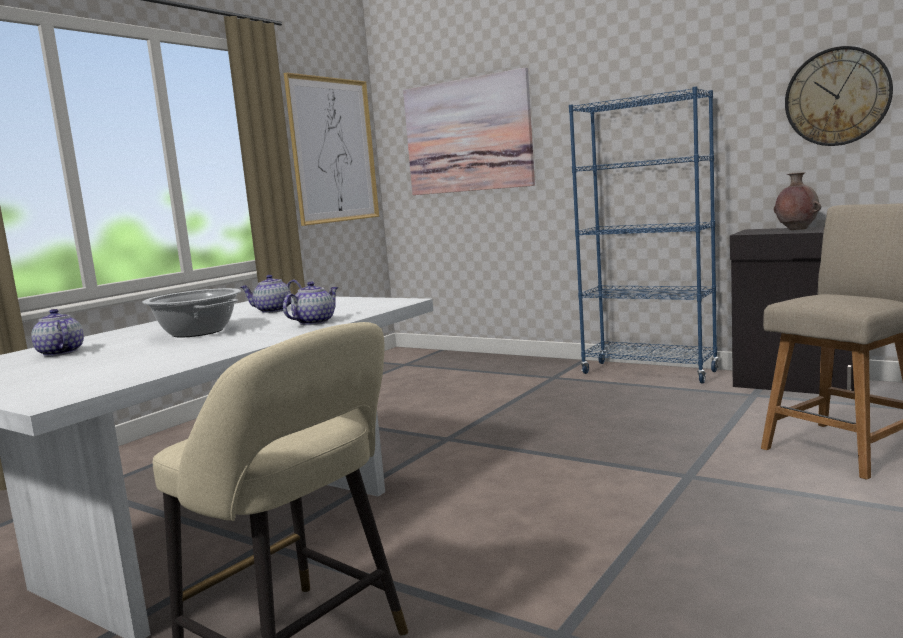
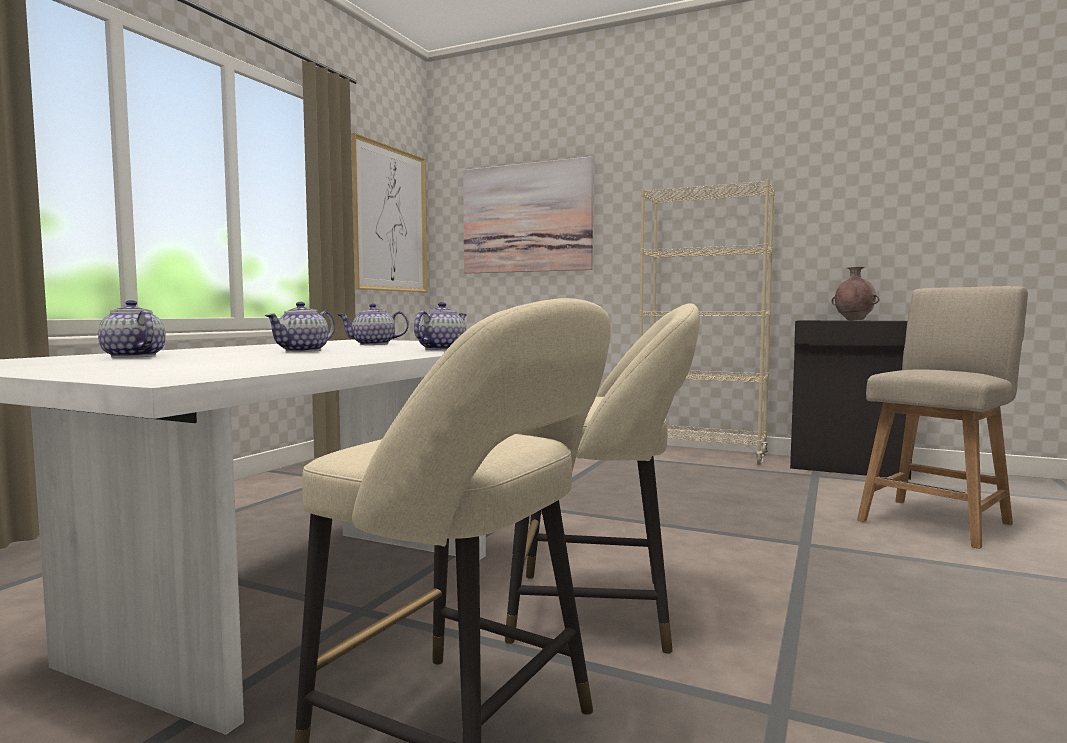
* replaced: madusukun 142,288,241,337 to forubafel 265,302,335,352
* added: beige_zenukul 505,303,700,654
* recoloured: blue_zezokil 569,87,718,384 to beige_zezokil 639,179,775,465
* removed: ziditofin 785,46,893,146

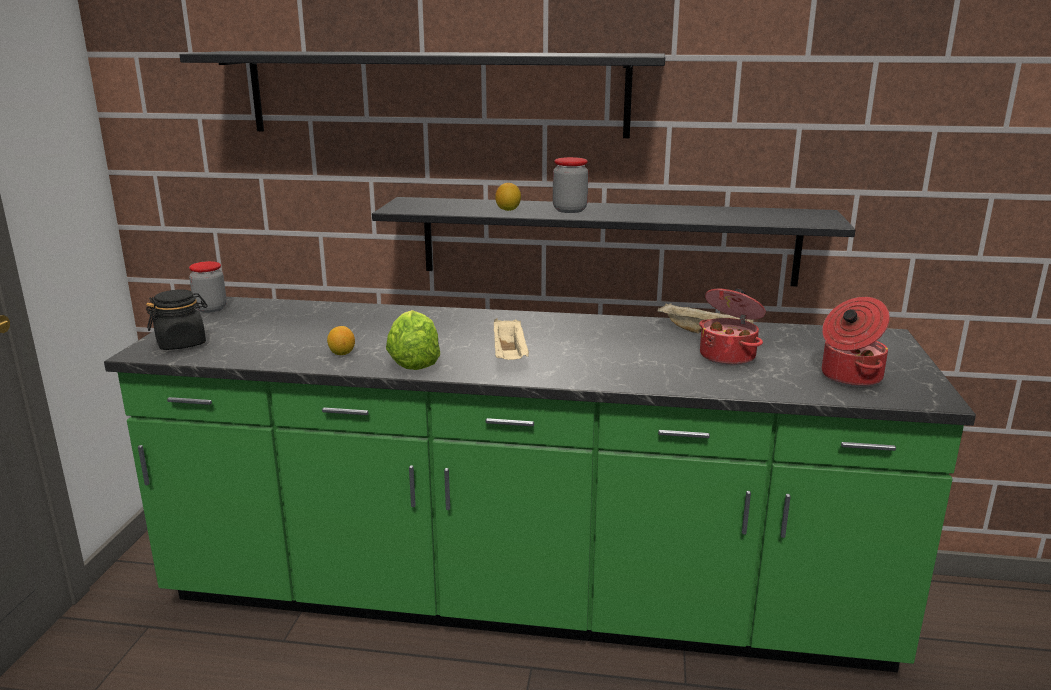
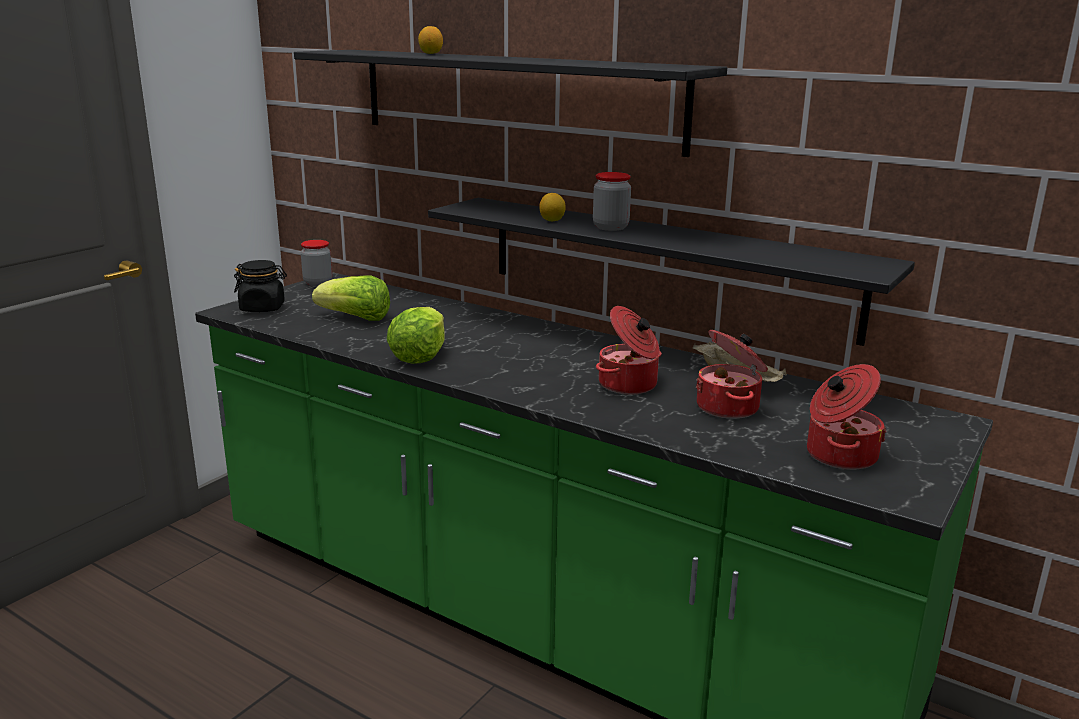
* added: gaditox 312,275,390,321
* moved: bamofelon 327,326,355,355 to 418,26,443,54
* added: madusukun 596,306,662,395
* removed: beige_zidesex 494,318,530,360

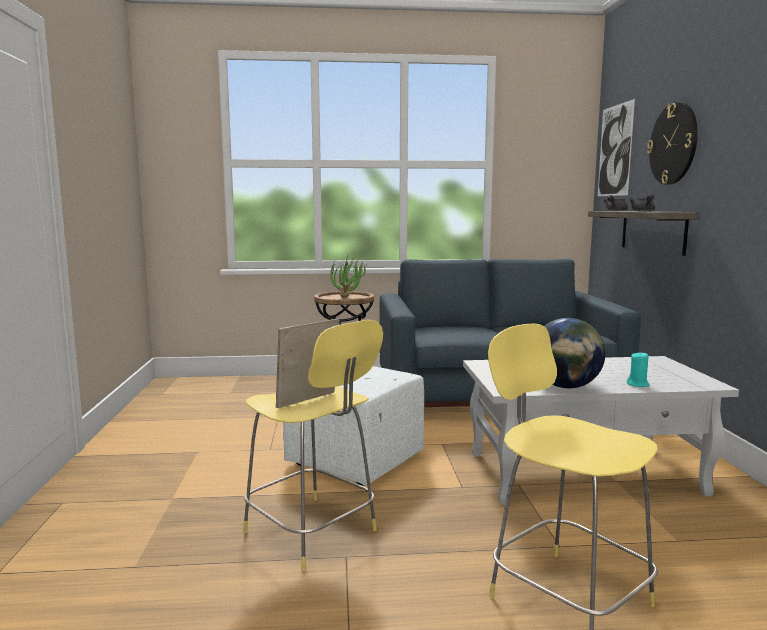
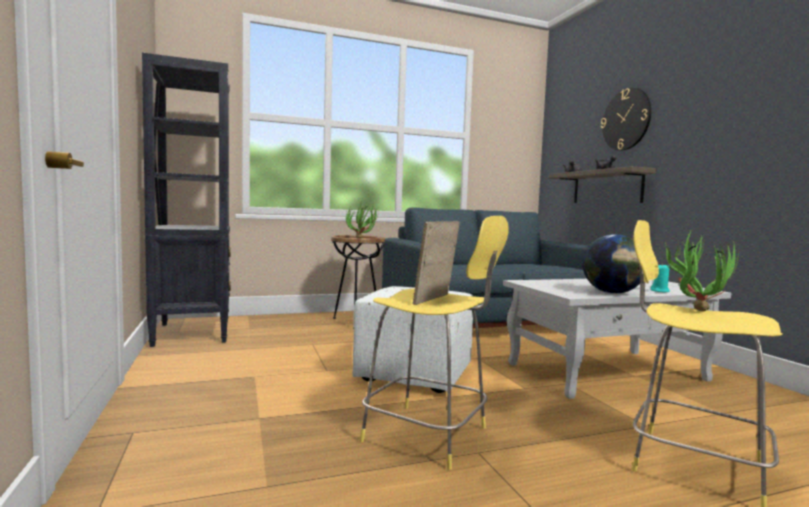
* added: black_zezokil 142,53,231,347
* added: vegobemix 659,229,739,312
* removed: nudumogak 598,99,635,196

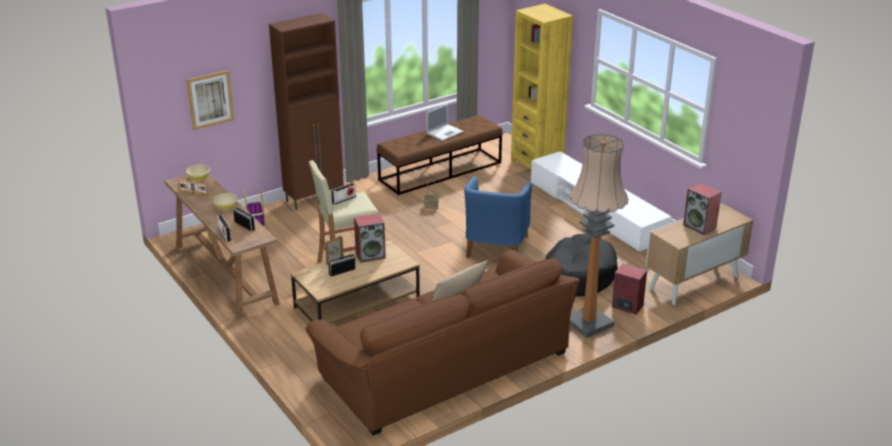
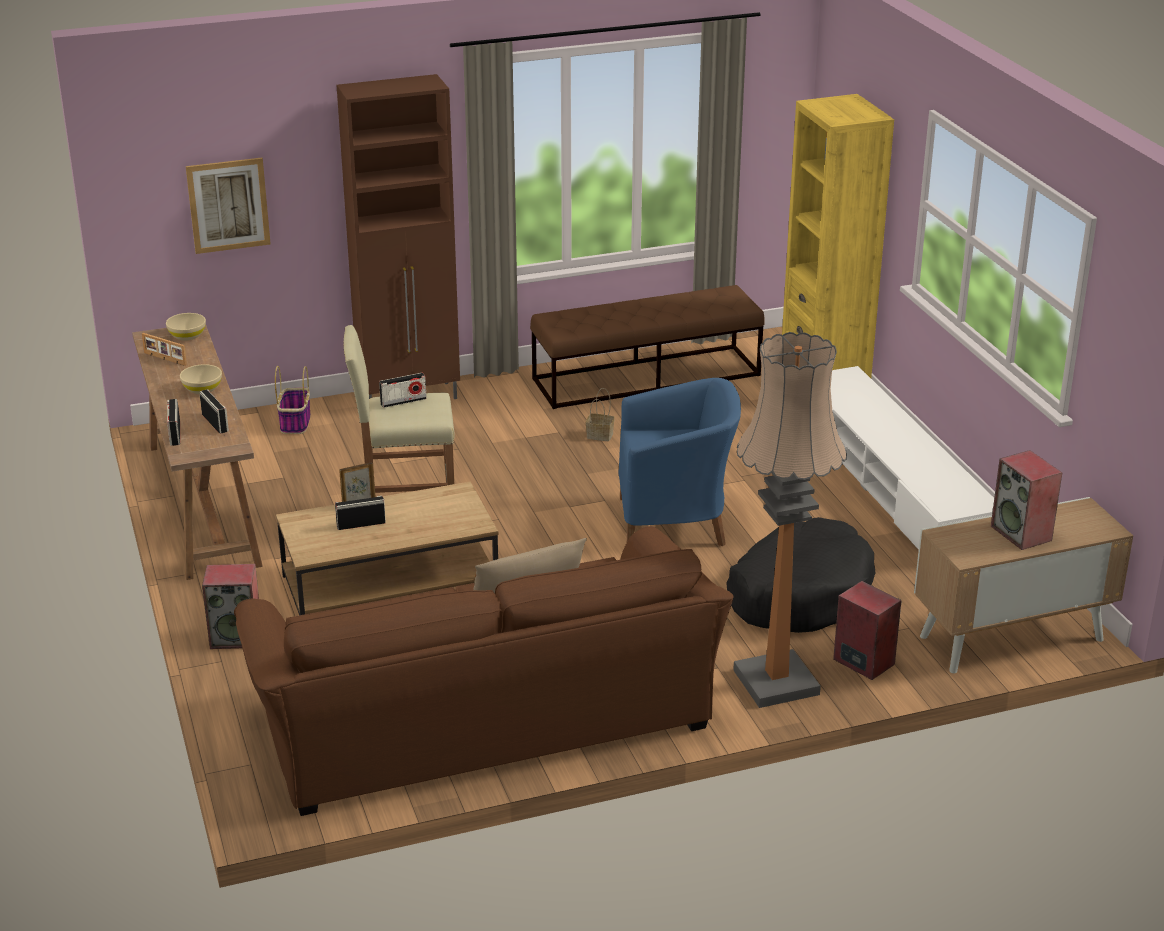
* moved: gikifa 354,213,386,263 to 202,564,259,649
* turned: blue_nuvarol 464,176,532,258 = 618,378,741,546 120 degrees counterclockwise
* removed: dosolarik 426,104,464,141

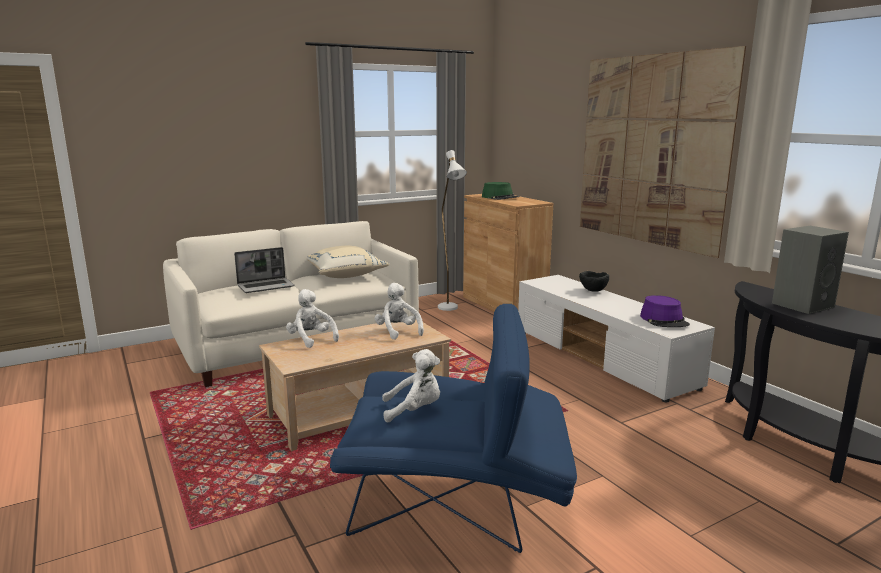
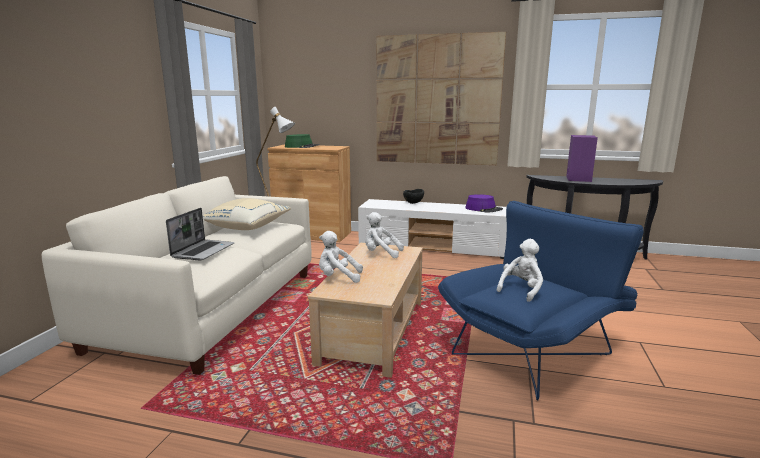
* recoloured: grey_gikifa 772,226,849,314 to purple_gikifa 566,135,598,182

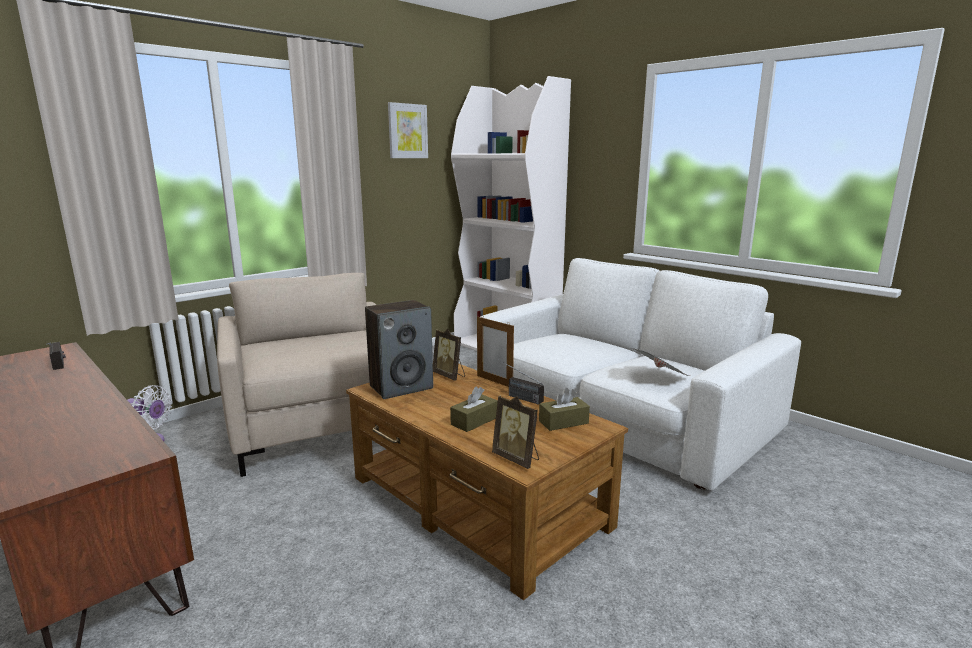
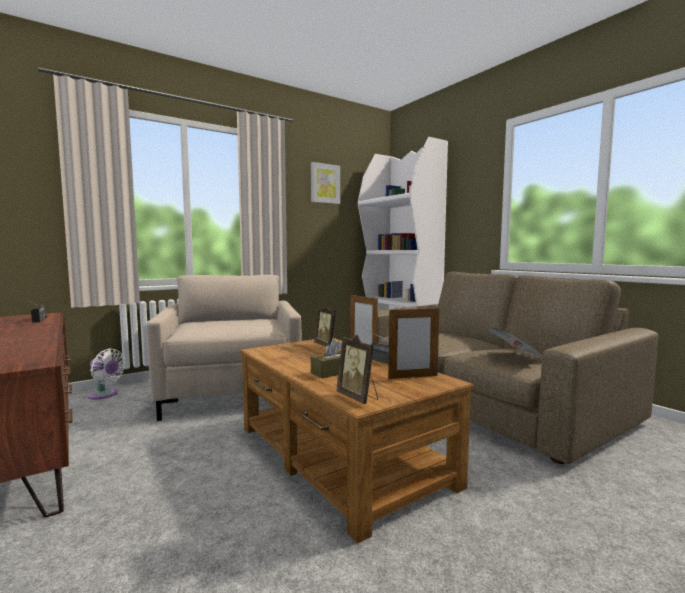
* recoloured: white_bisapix 480,258,801,490 to brown_bisapix 377,272,658,464
* replaced: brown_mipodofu 539,388,590,431 to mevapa 388,306,439,379
* removed: gikifa 365,300,433,399

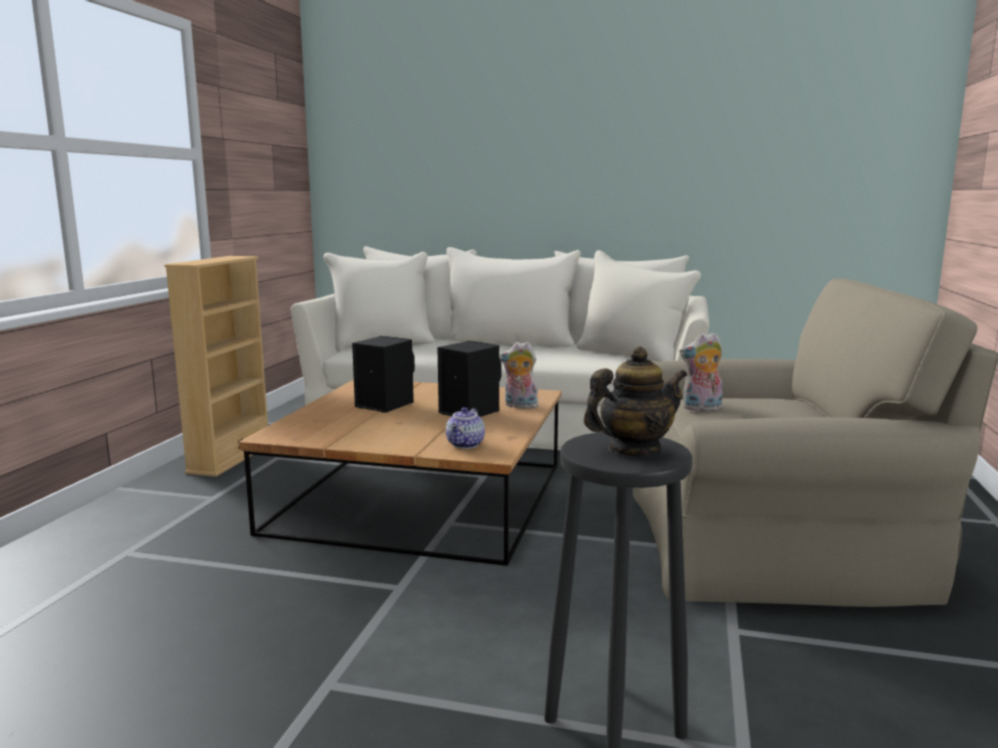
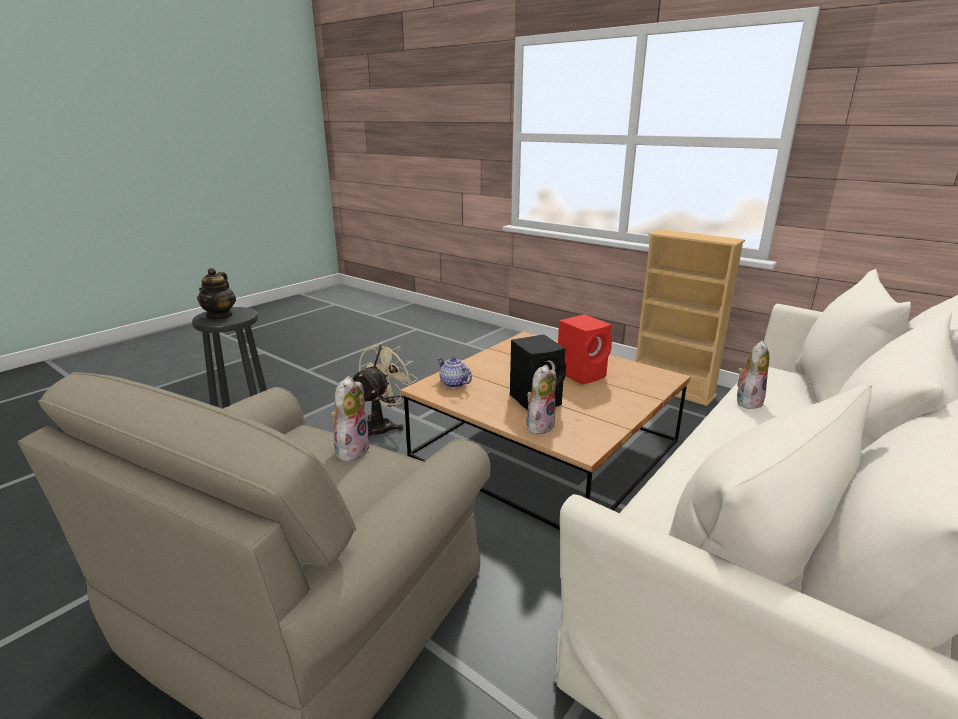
* added: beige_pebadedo 353,342,418,436
* recoloured: black_gikifa 352,336,415,413 to red_gikifa 558,314,612,385
* added: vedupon 737,341,769,409

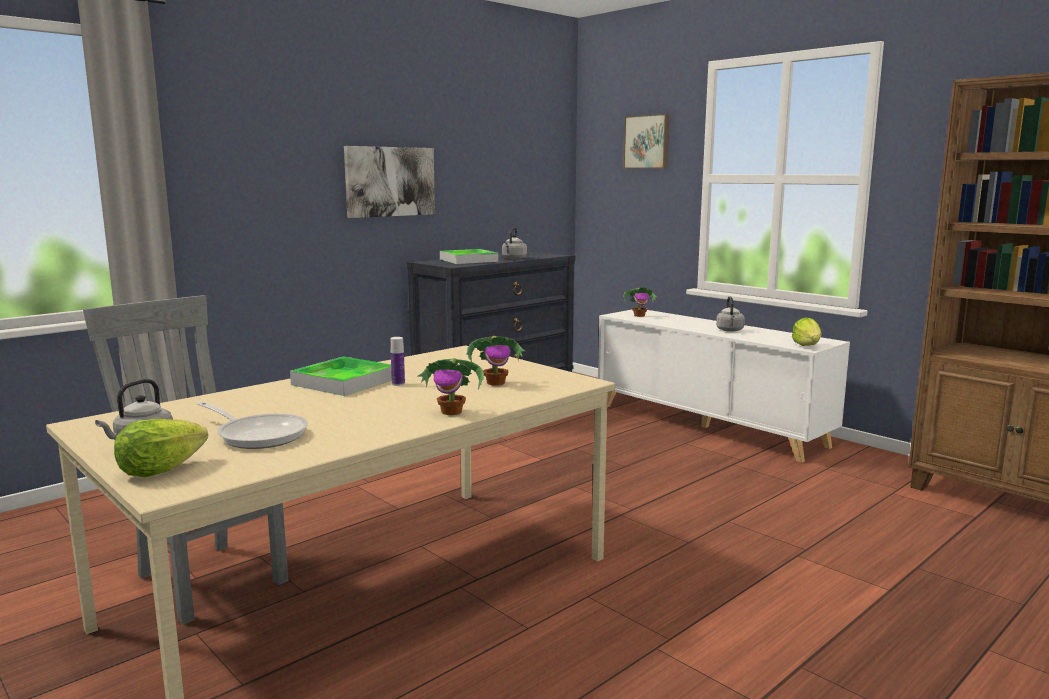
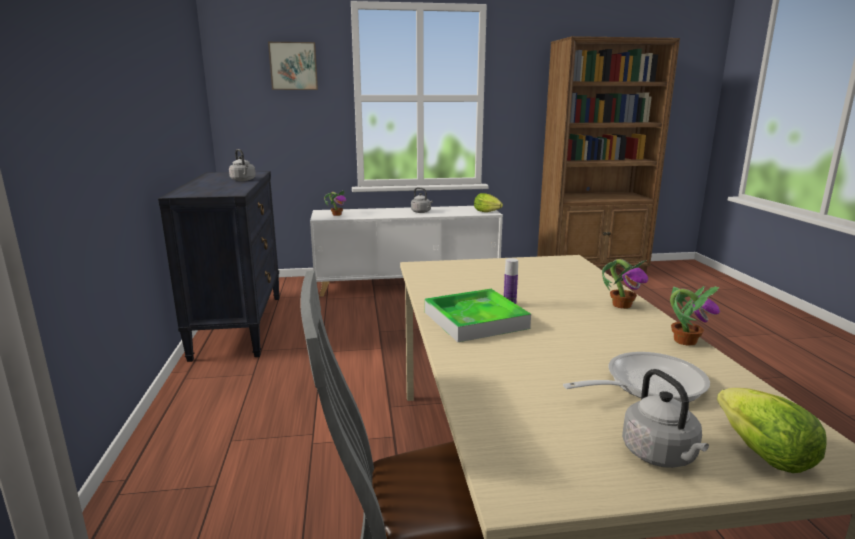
* moved: vegobemix 466,336,525,386 to 670,286,720,346
* removed: nudumogak 344,146,435,218
* removed: zidesex 440,249,498,264

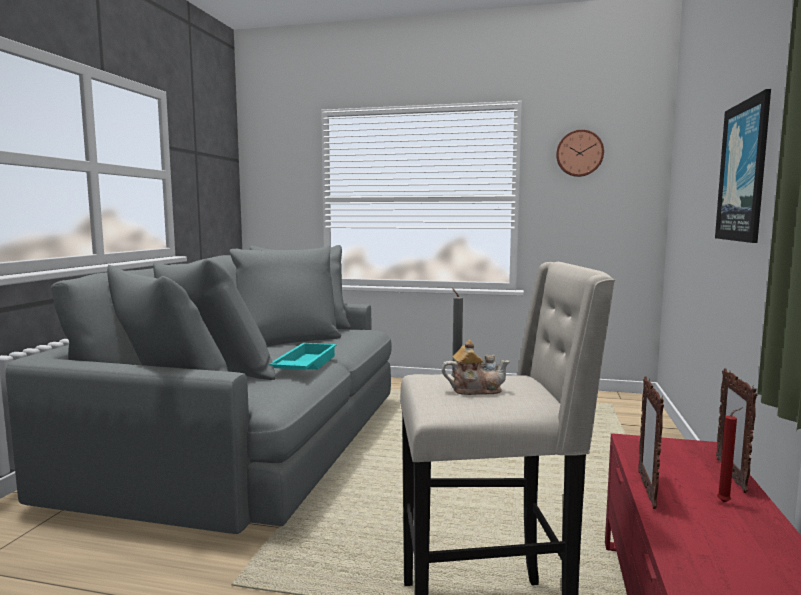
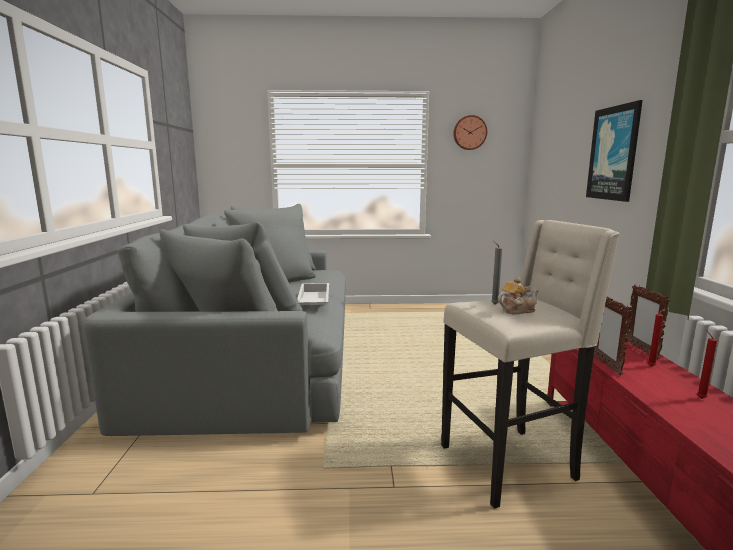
* recoloured: turquoise_zidesex 269,343,337,370 to white_zidesex 297,283,329,305
* added: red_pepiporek 697,330,717,399

